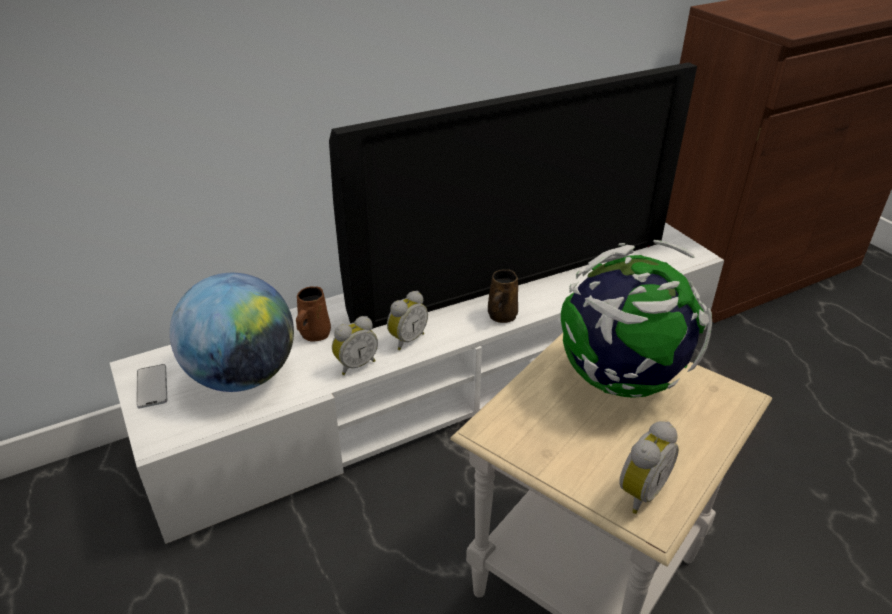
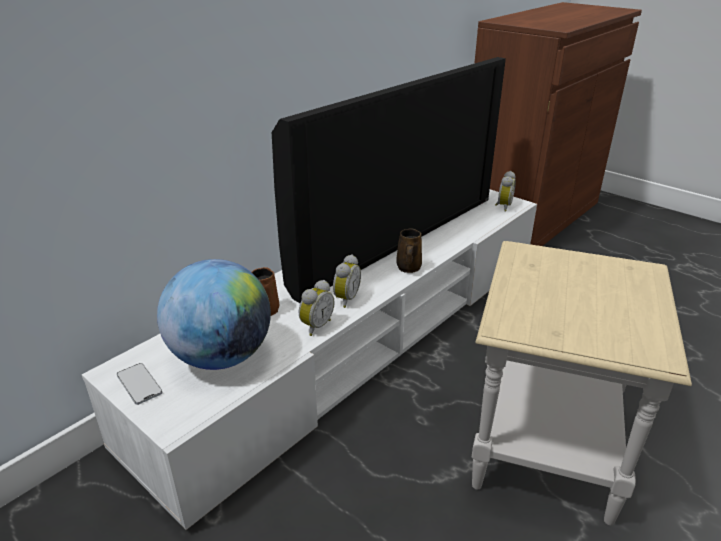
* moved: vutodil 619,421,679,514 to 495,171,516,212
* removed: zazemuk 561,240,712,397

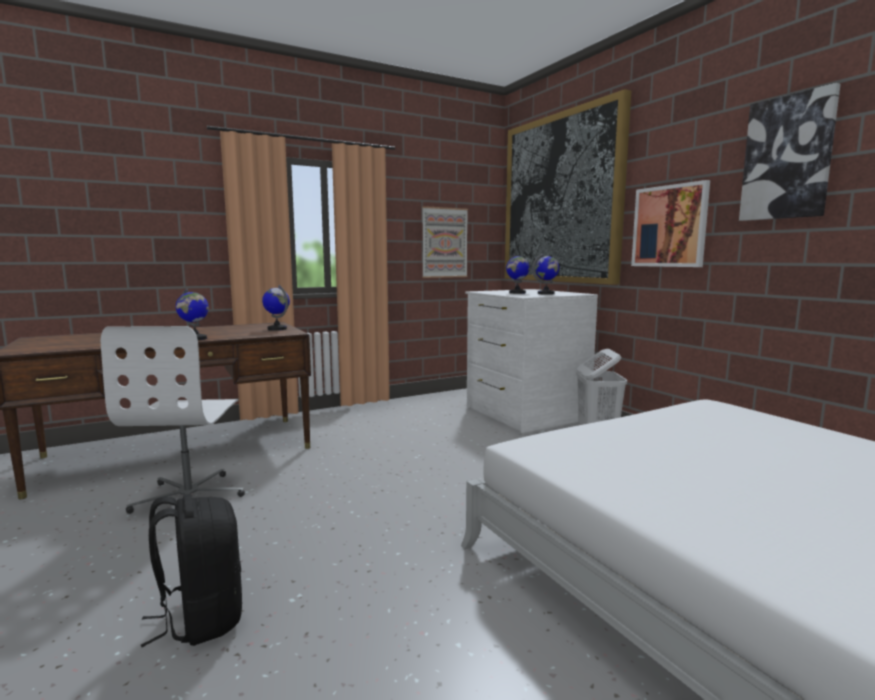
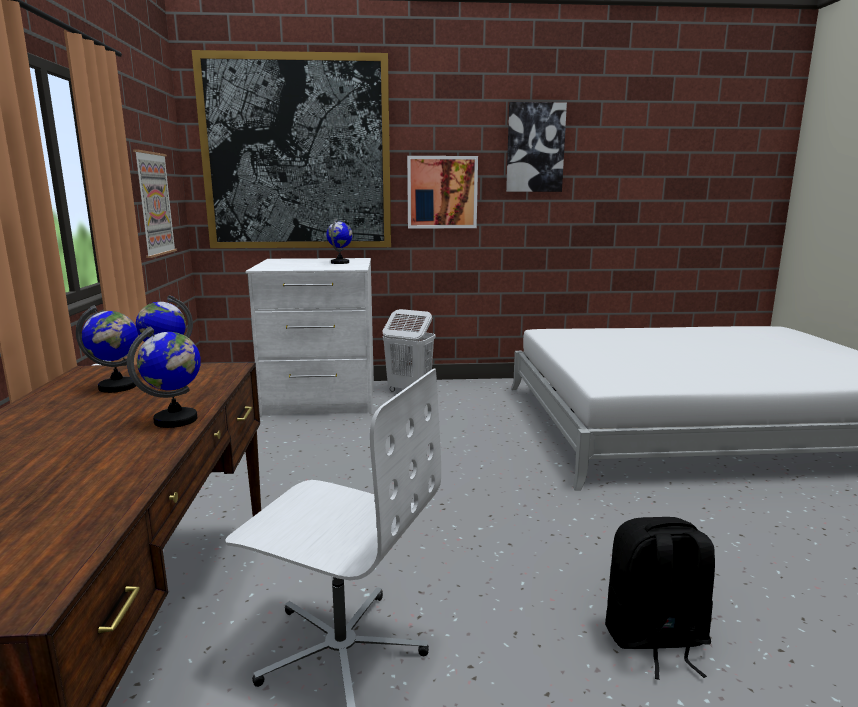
* moved: zazemuk 506,254,530,294 to 76,305,138,393

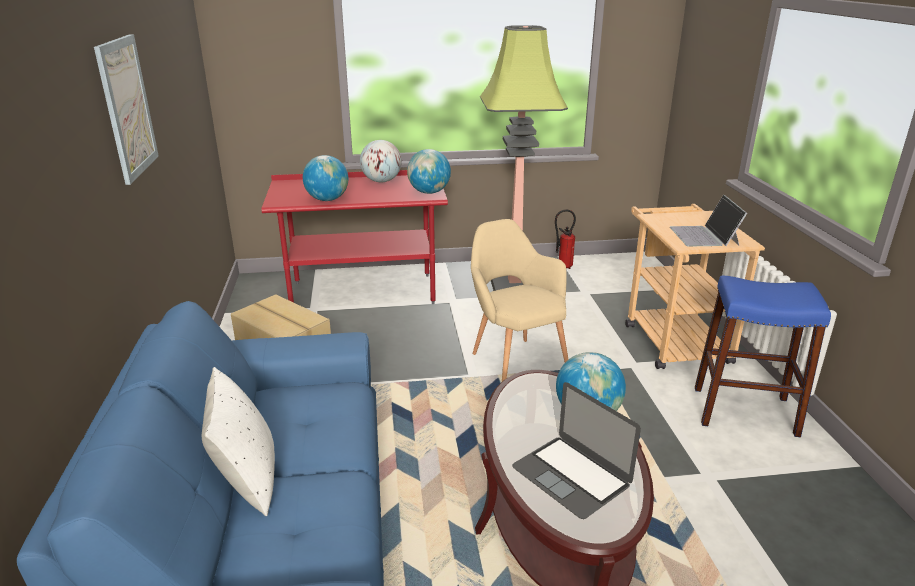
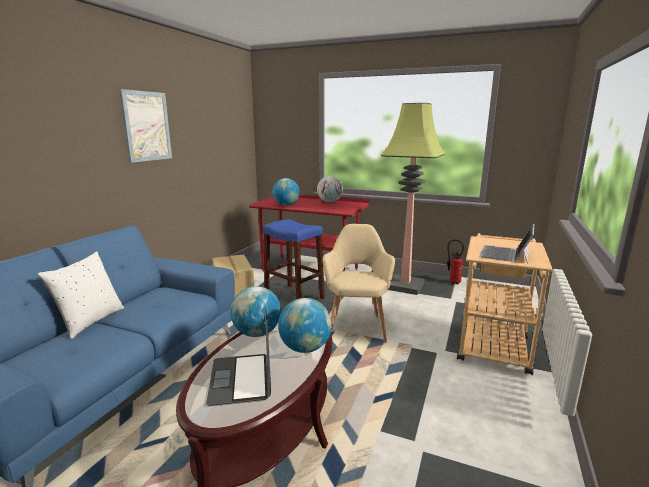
* moved: zazemuk 407,149,451,194 to 230,286,281,337
* moved: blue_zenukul 695,275,831,437 to 263,219,325,299

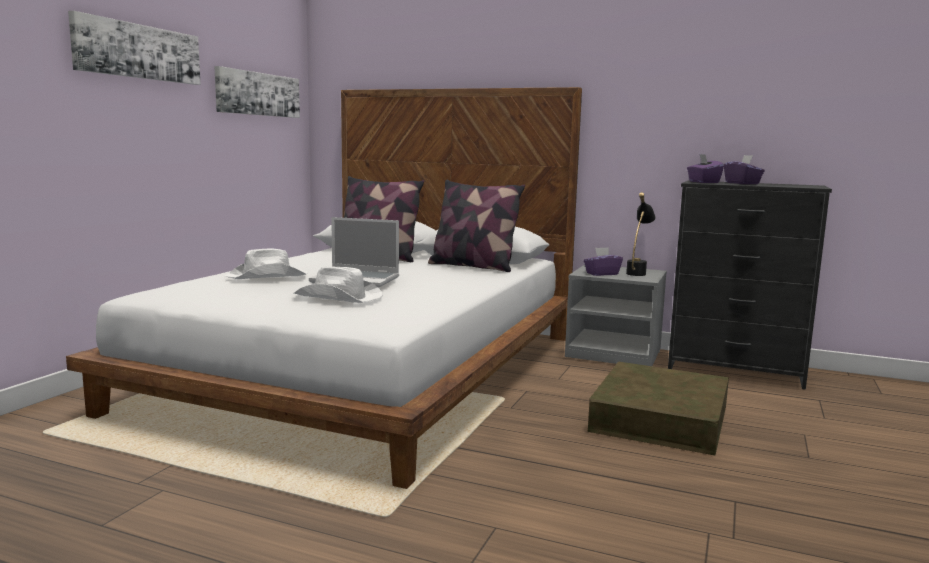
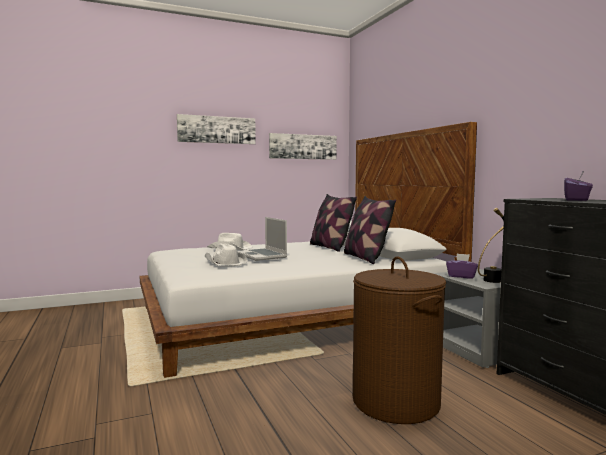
* replaced: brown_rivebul 588,362,729,455 to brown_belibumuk 353,256,446,424
* removed: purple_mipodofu 687,154,724,183

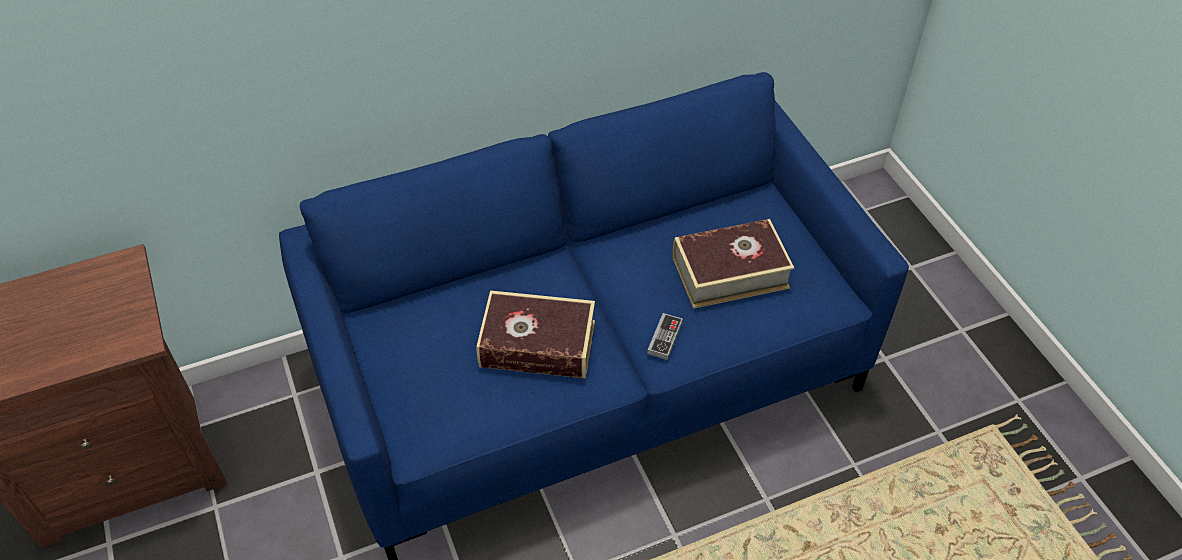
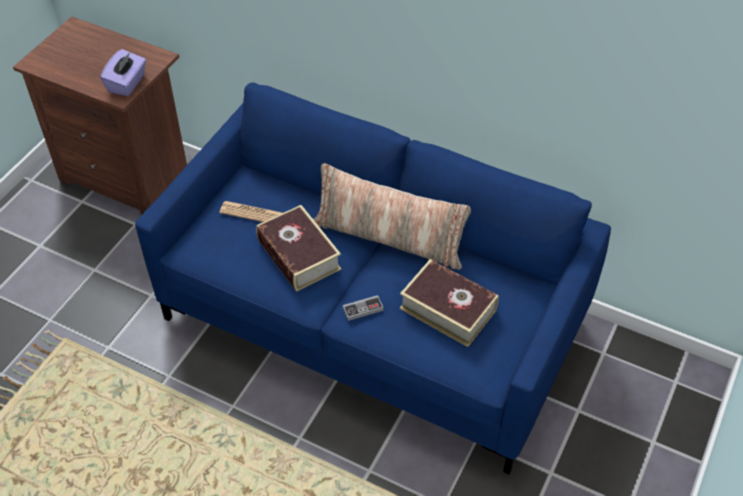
* added: purple_mipodofu 100,49,146,96
* added: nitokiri 219,201,282,222
* added: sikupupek 313,163,471,270

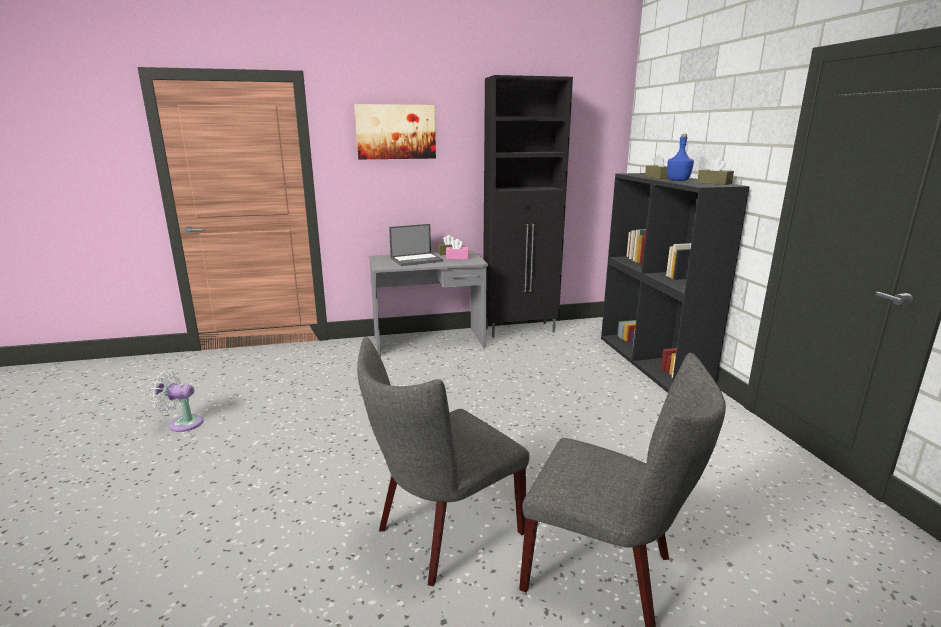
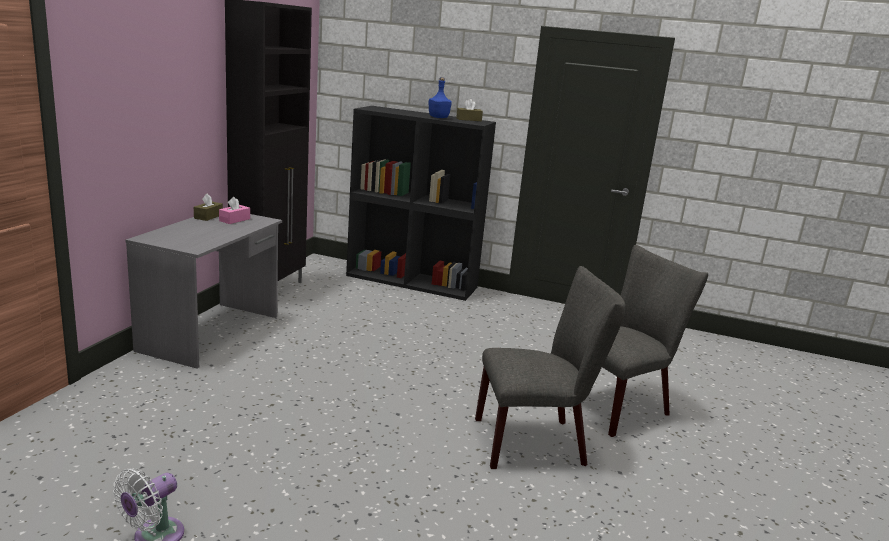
* turned: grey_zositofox 357,337,530,586 = 475,266,625,469 90 degrees counterclockwise
* removed: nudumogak 355,104,436,159
* removed: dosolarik 389,224,443,266
* removed: brown_mipodofu 645,155,669,179

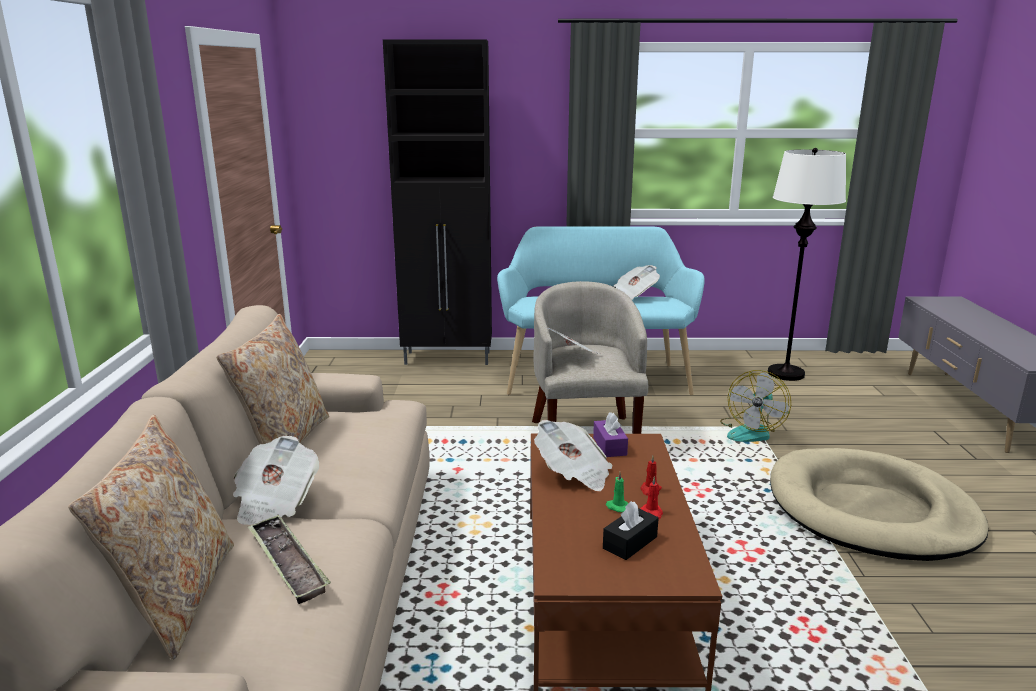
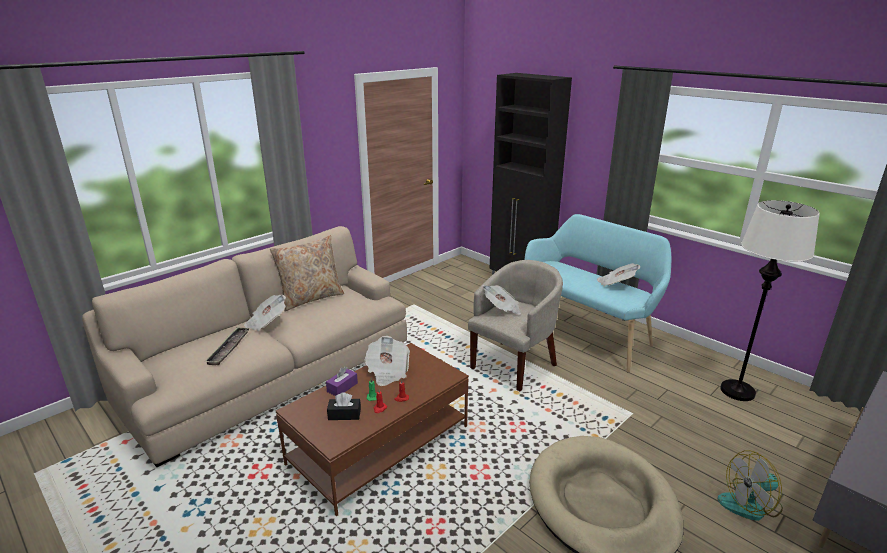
* moved: purple_mipodofu 593,412,628,457 to 326,367,358,396
* moved: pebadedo 720,370,791,442 to 718,450,783,521
* removed: beige_sikupupek 68,415,234,660

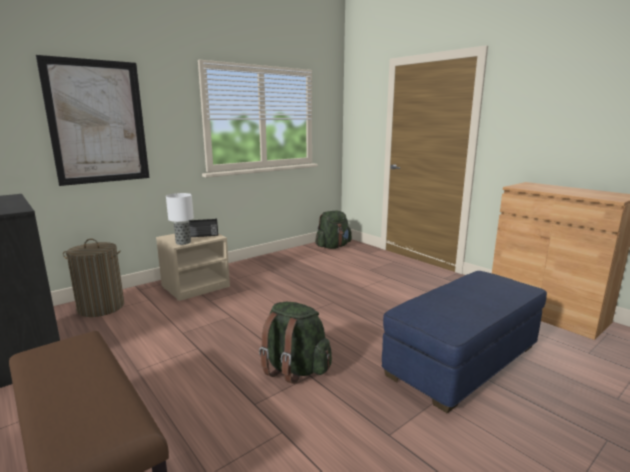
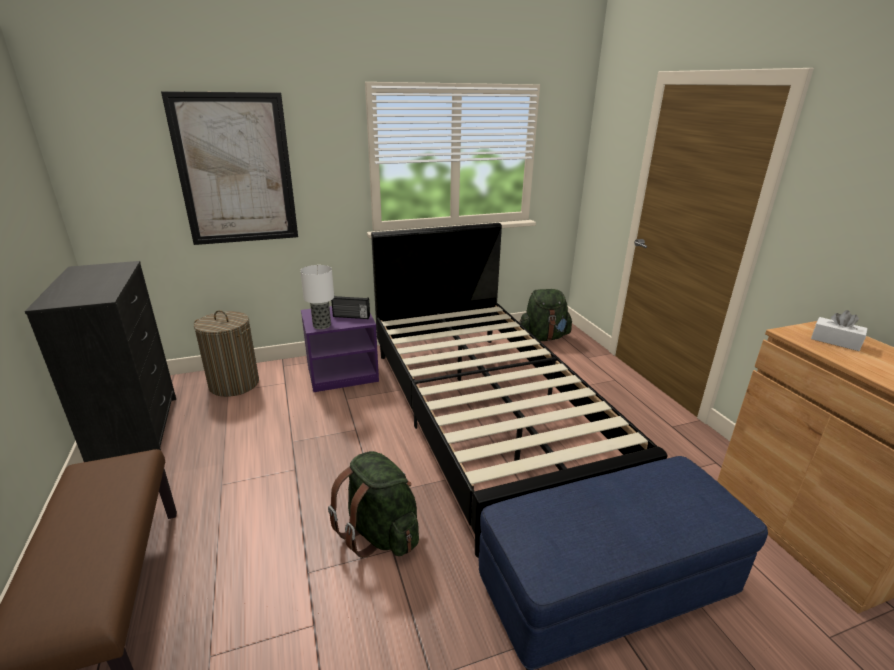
* recoloured: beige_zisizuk 156,234,230,301 to purple_zisizuk 301,306,379,393
* added: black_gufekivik 371,223,667,558
* added: white_mipodofu 811,310,868,351

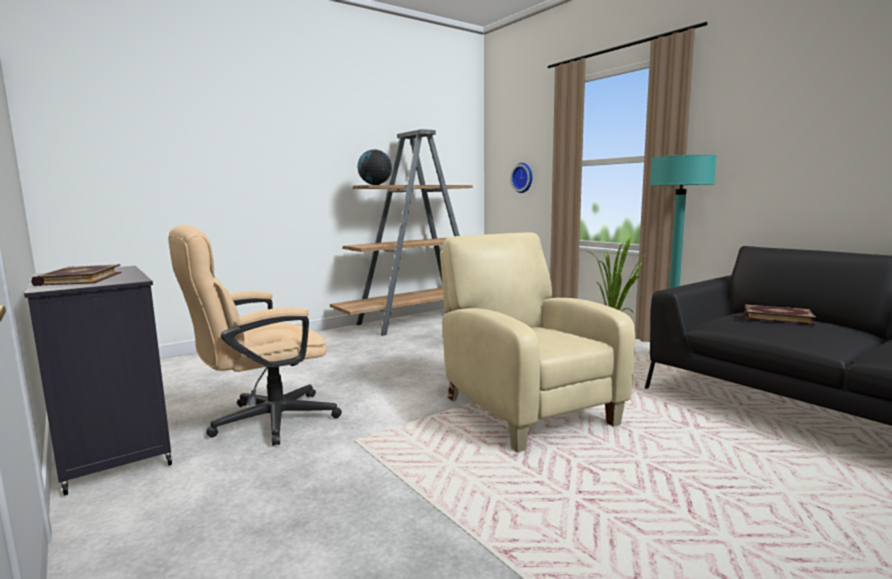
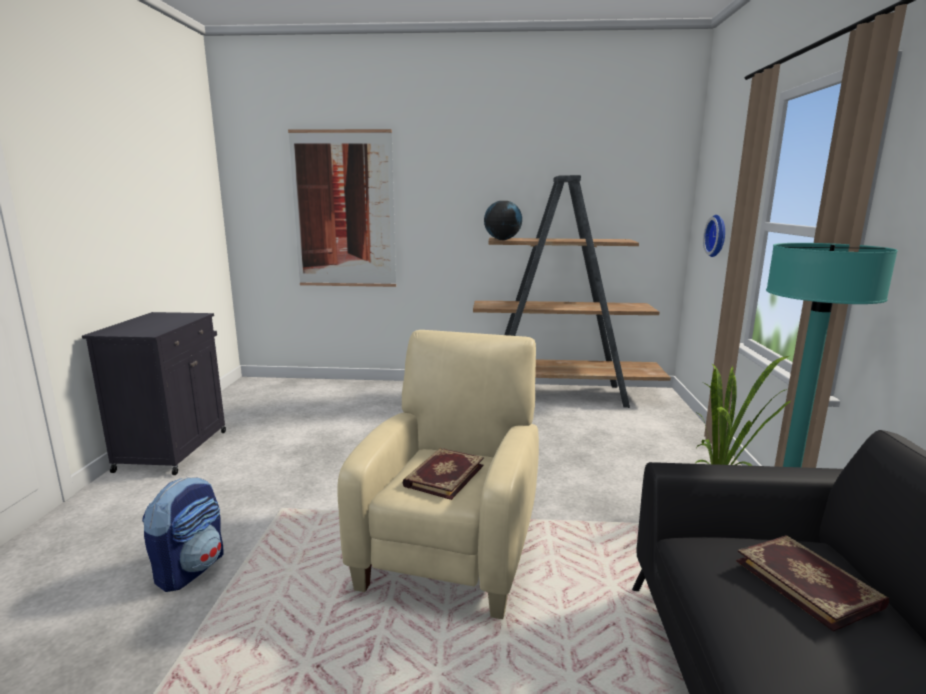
* added: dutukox 142,477,224,592
* added: nudumogak 288,129,396,287
* moved: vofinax 31,264,121,286 to 403,448,484,500
* removed: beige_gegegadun 168,225,342,446

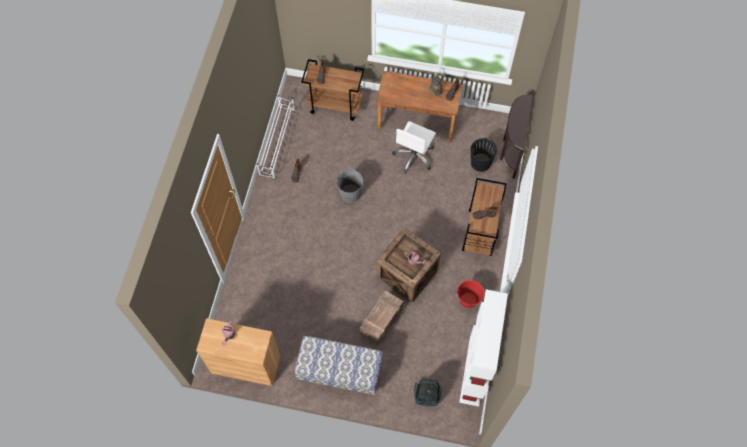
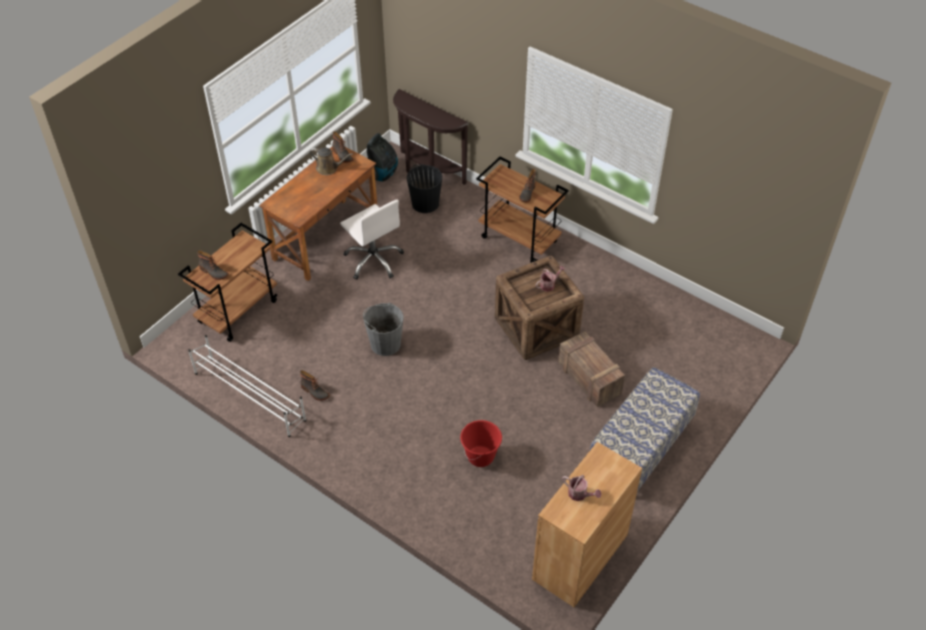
* moved: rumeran 414,379,442,406 to 367,133,398,182
* moved: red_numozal 456,280,485,308 to 460,420,502,467
* removed: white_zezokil 459,289,508,407

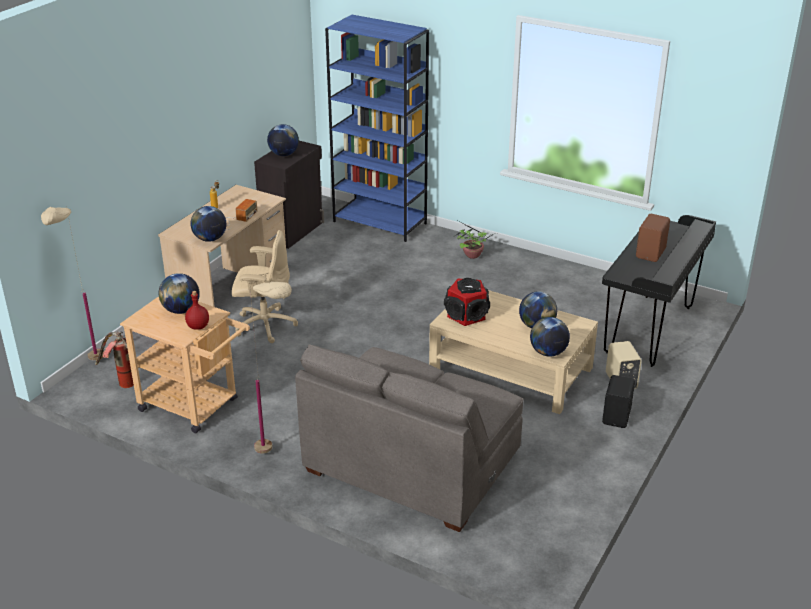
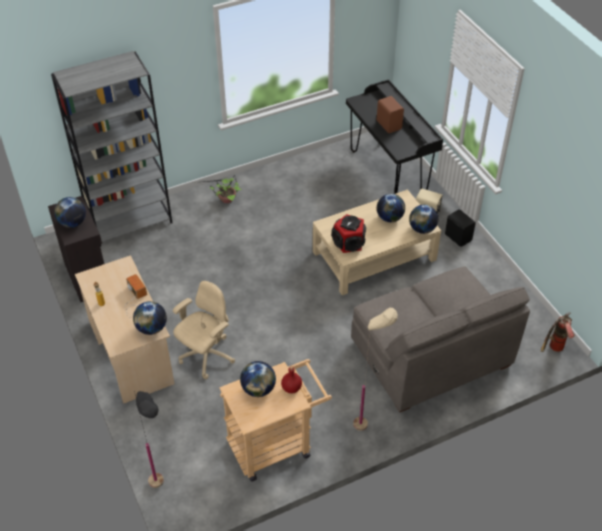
* recoloured: blue_zezokil 325,15,429,242 to grey_zezokil 51,51,172,247
* recoloured: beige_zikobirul 41,206,104,361 to black_zikobirul 134,391,164,488
* moved: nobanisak 95,331,134,388 to 541,312,575,352

